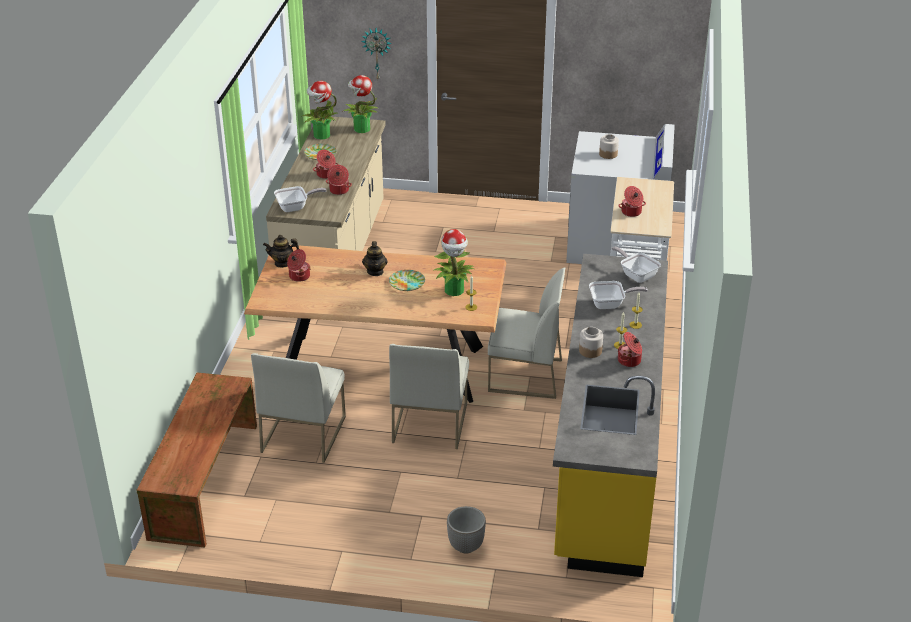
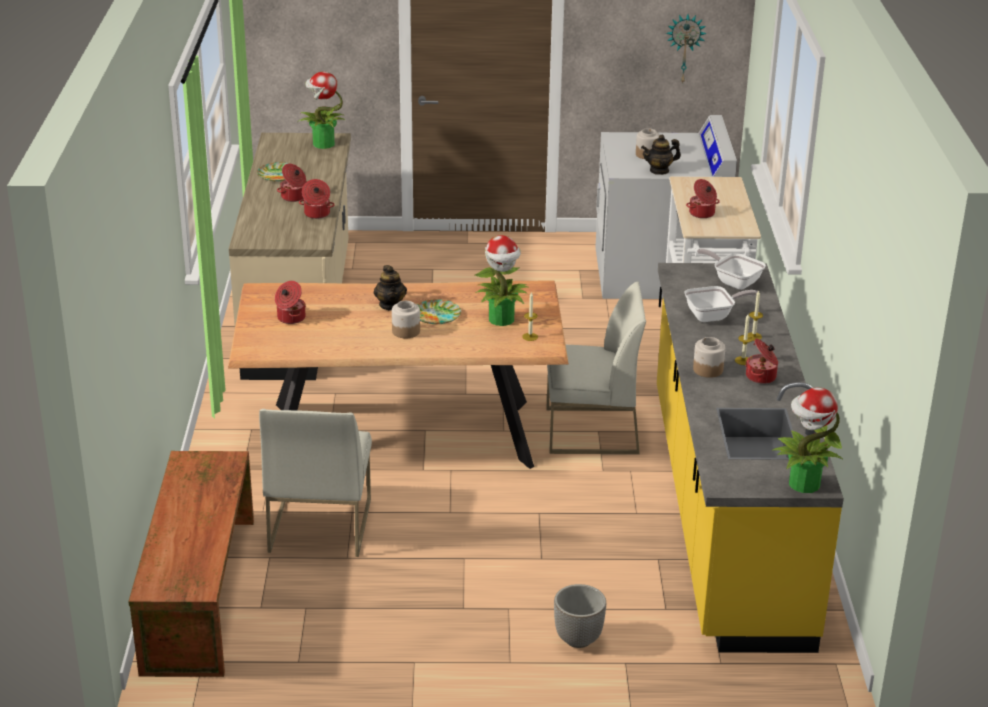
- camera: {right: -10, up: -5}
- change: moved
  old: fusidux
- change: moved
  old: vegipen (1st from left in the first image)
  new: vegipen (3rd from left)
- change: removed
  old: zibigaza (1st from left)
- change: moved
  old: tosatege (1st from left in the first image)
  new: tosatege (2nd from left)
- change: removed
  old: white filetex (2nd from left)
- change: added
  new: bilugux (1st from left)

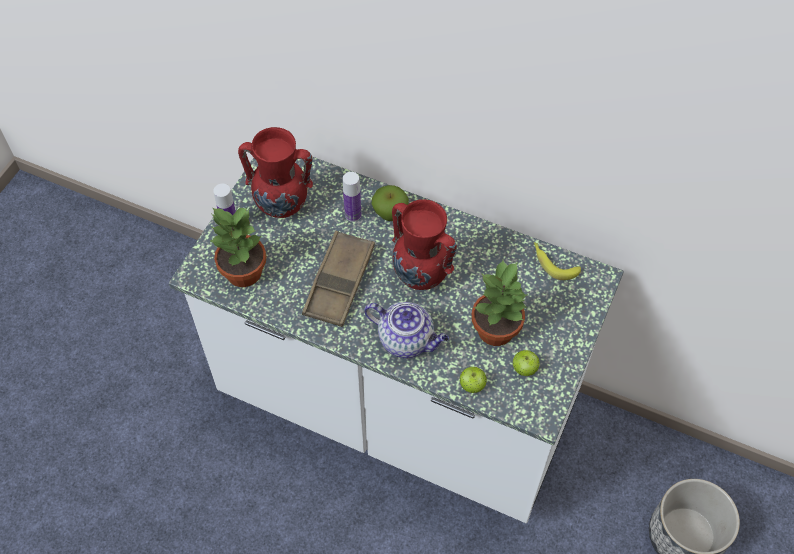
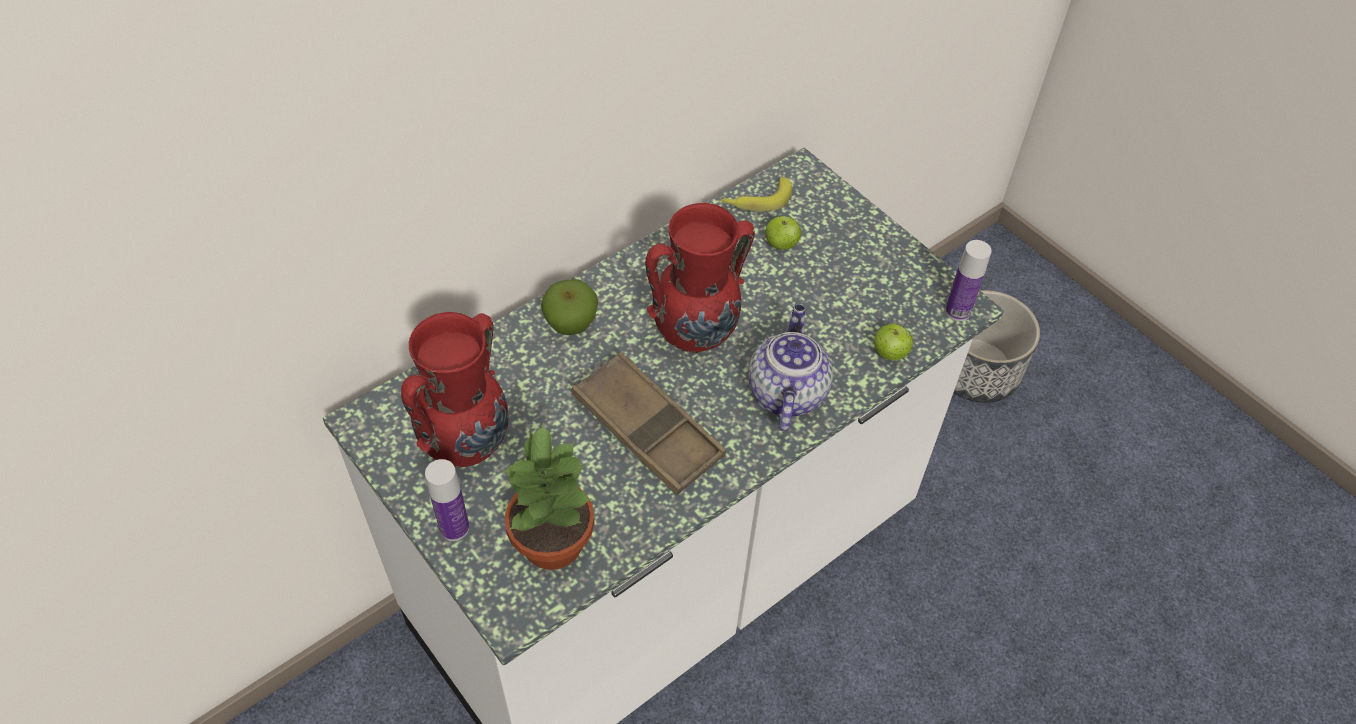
- camera: {right: -65, up: -5}
- change: moved
  old: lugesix (2nd from left)
- change: removed
  old: vegipen (2nd from left)
- change: turned
  old: tosatege
  degrees: -45
- change: moved
  old: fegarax (3rd from left in the first image)
  new: fegarax (2nd from left)

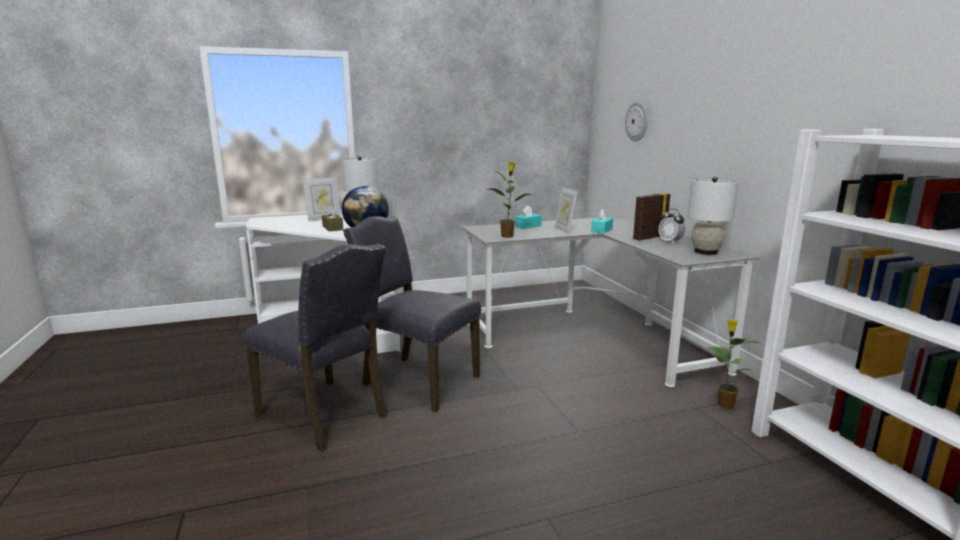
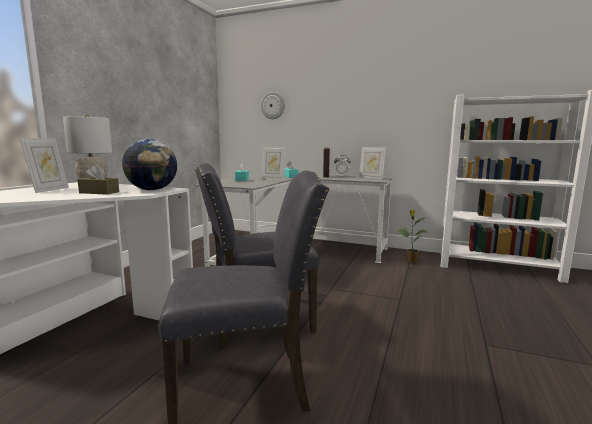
- camera: {right: -50, up: -5}
- change: removed
  old: vegipen (1st from left)
- change: replaced
  old: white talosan (2nd from left)
  new: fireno (4th from left)

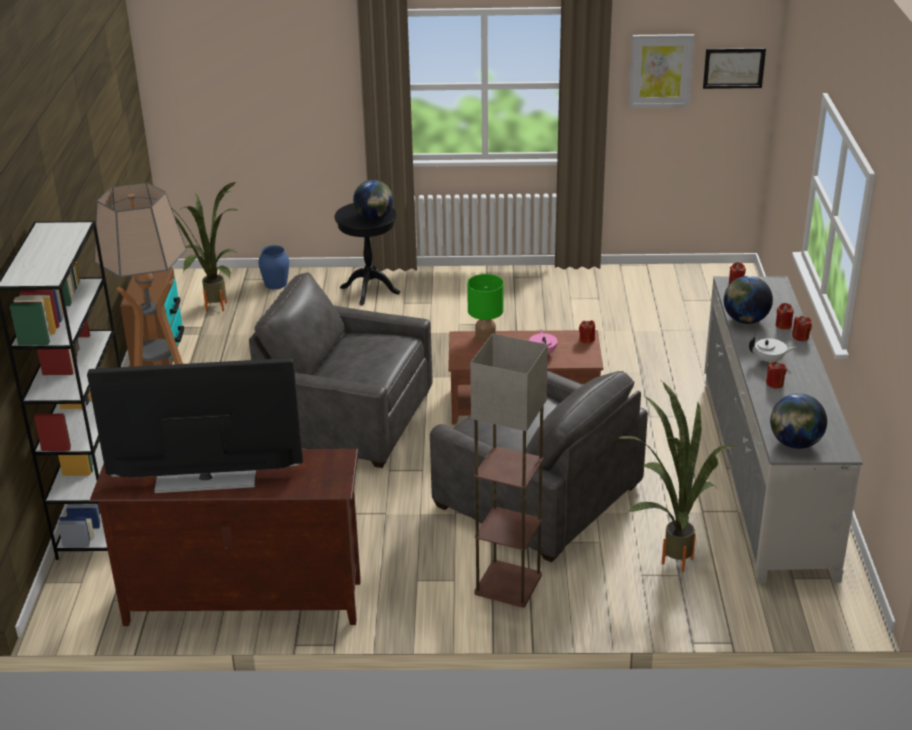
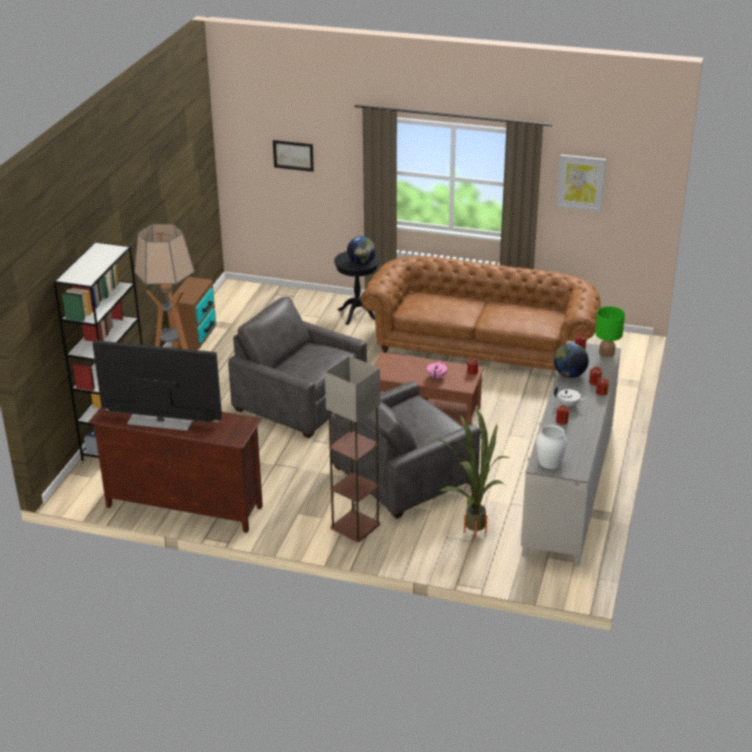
- camera: {right: 15, up: 0}
- change: moved
  old: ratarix (2nd from left in the first image)
  new: ratarix (1st from left)
- change: removed
  old: vegipen (1st from left)
- change: removed
  old: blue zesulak
- change: moved
  old: green talosan
- change: turned
  old: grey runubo (2nd from left)
  degrees: 90
- change: replaced
  old: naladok (3rd from left)
  new: white zesulak
- change: added
  new: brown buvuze

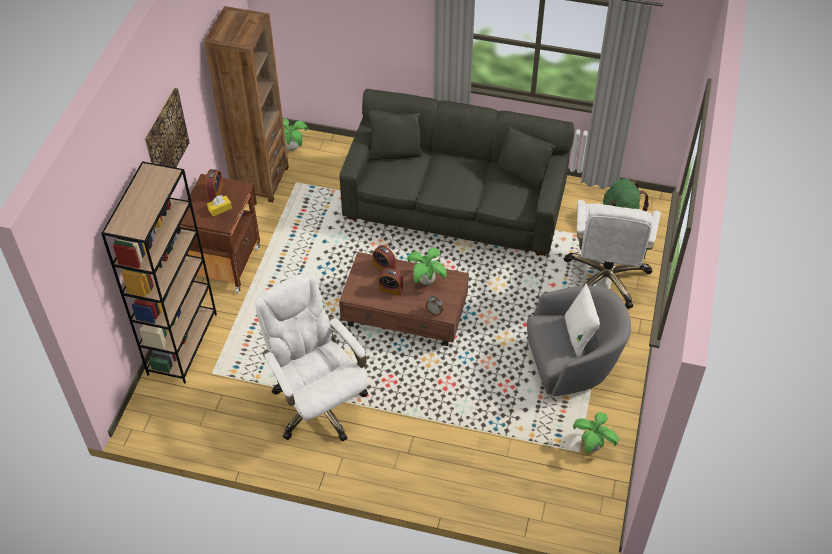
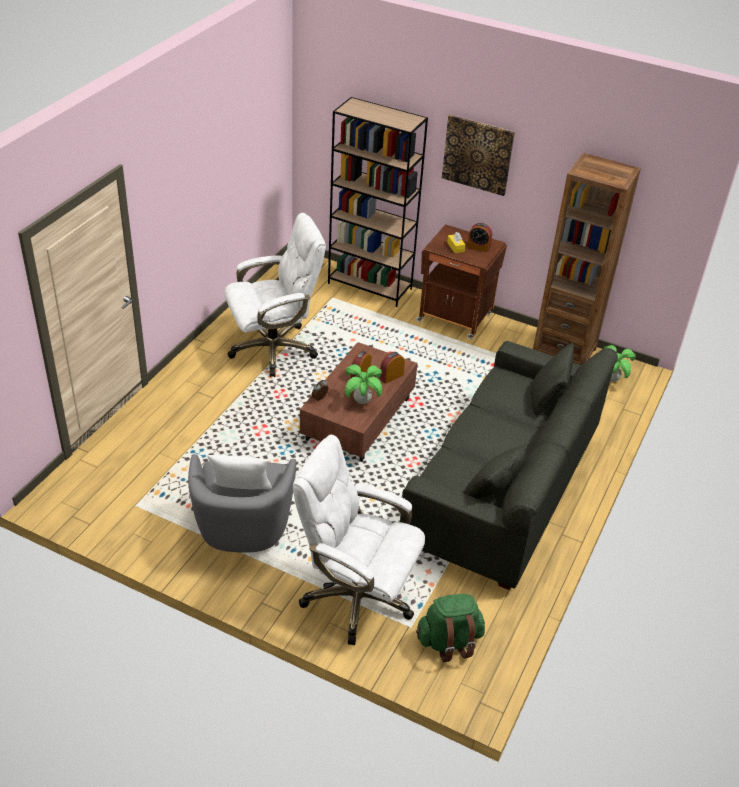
- camera: {right: 100, up: -10}
- change: removed
  old: vegipen (3rd from left)

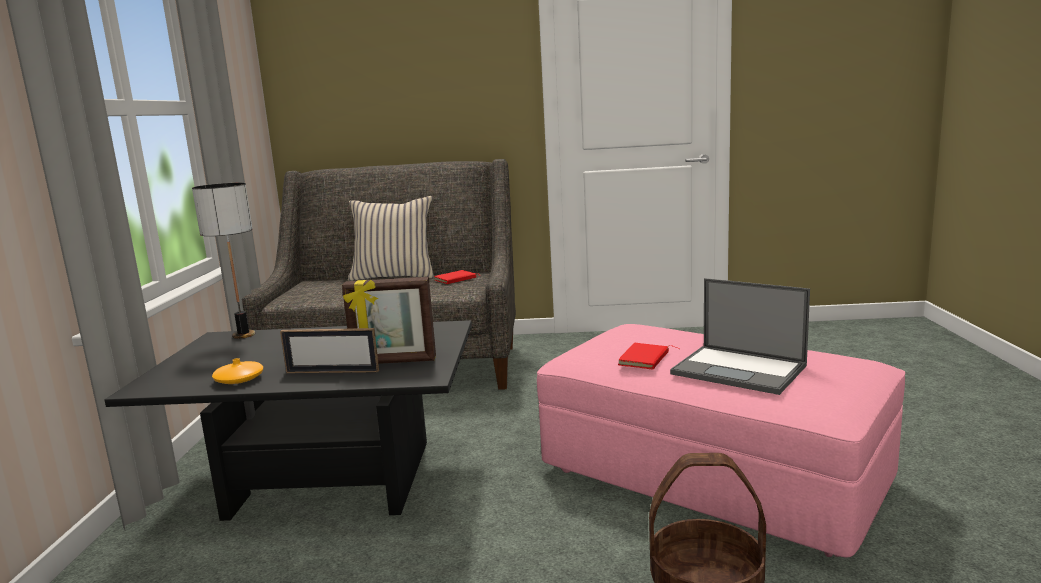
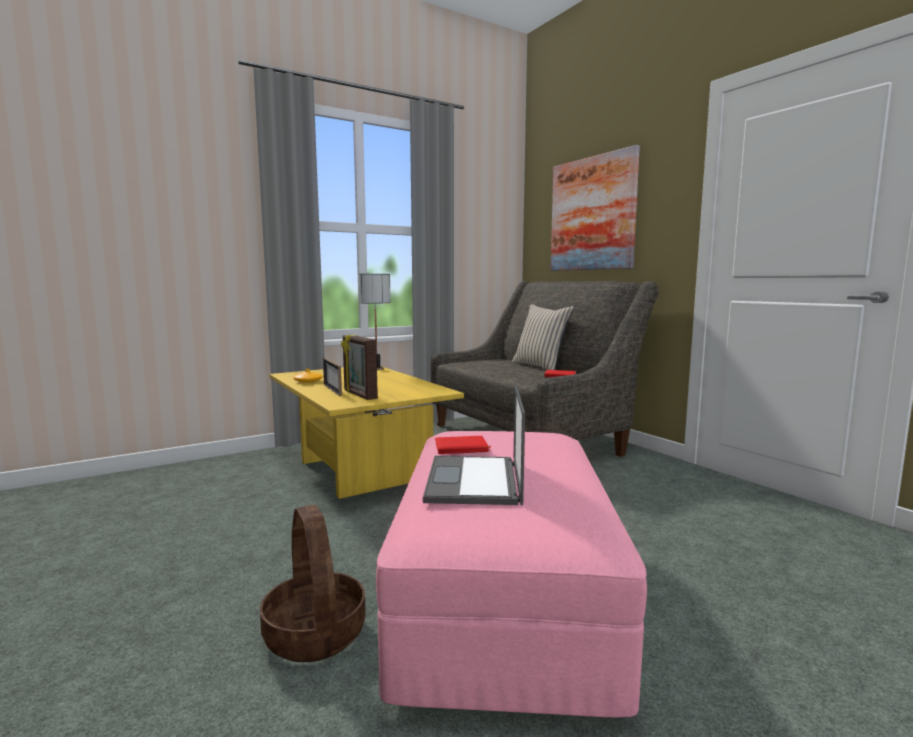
- camera: {right: 55, up: -5}
- change: recoloured
  old: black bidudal
  new: yellow bidudal
- change: added
  new: ratarix

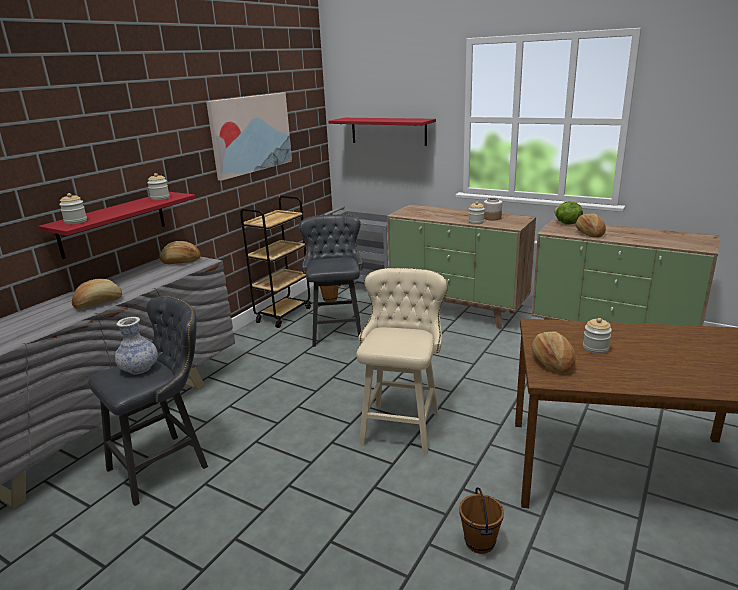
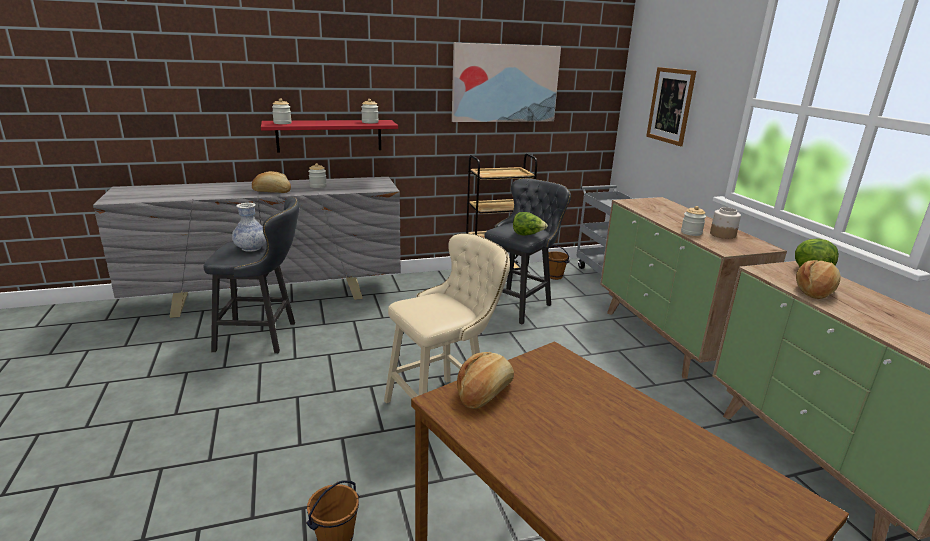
- camera: {right: 40, up: 0}
- change: replaced
  old: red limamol (2nd from left)
  new: ratarix (2nd from left)
- change: removed
  old: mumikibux (2nd from left)
- change: moved
  old: bilugux (5th from left in the first image)
  new: bilugux (2nd from left)
- change: added
  new: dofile (1st from left)

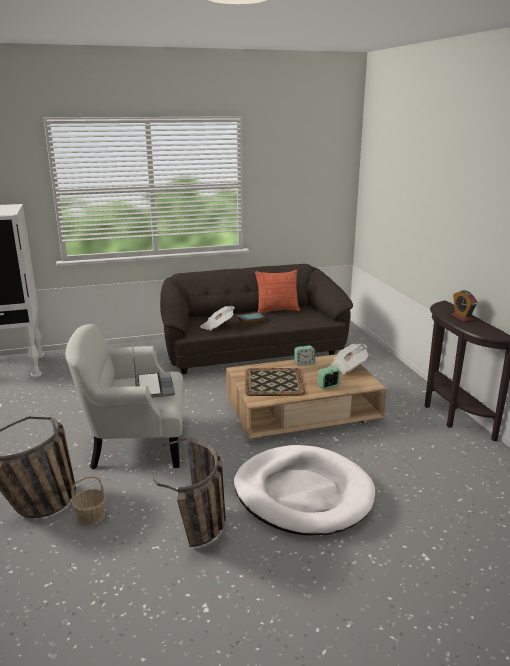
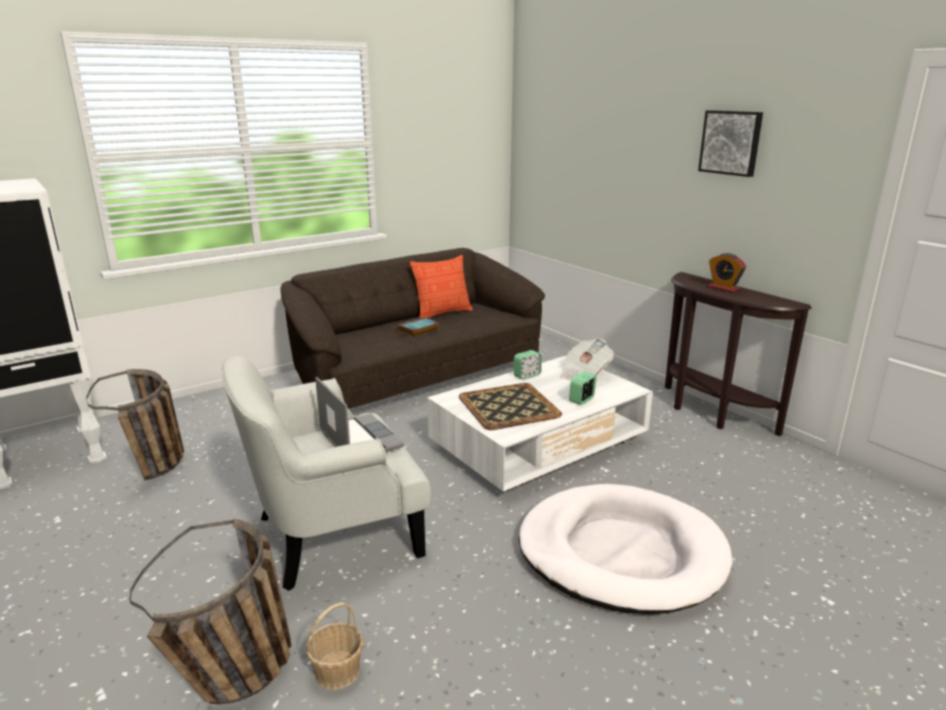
- camera: {right: -20, up: 0}
- change: removed
  old: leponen (1st from left)
- change: recoloured
  old: brown bidudal
  new: white bidudal
- change: moved
  old: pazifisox (3rd from left in the first image)
  new: pazifisox (1st from left)
- change: added
  new: ratarix

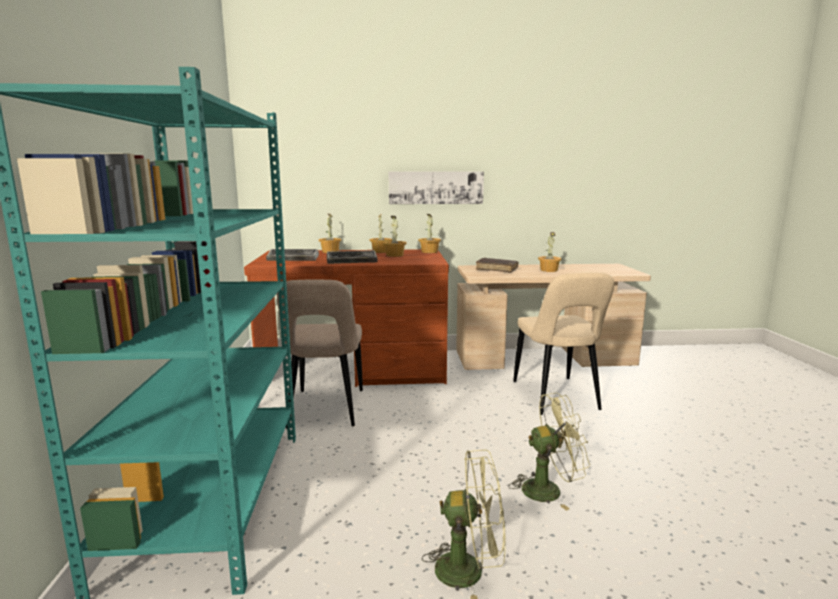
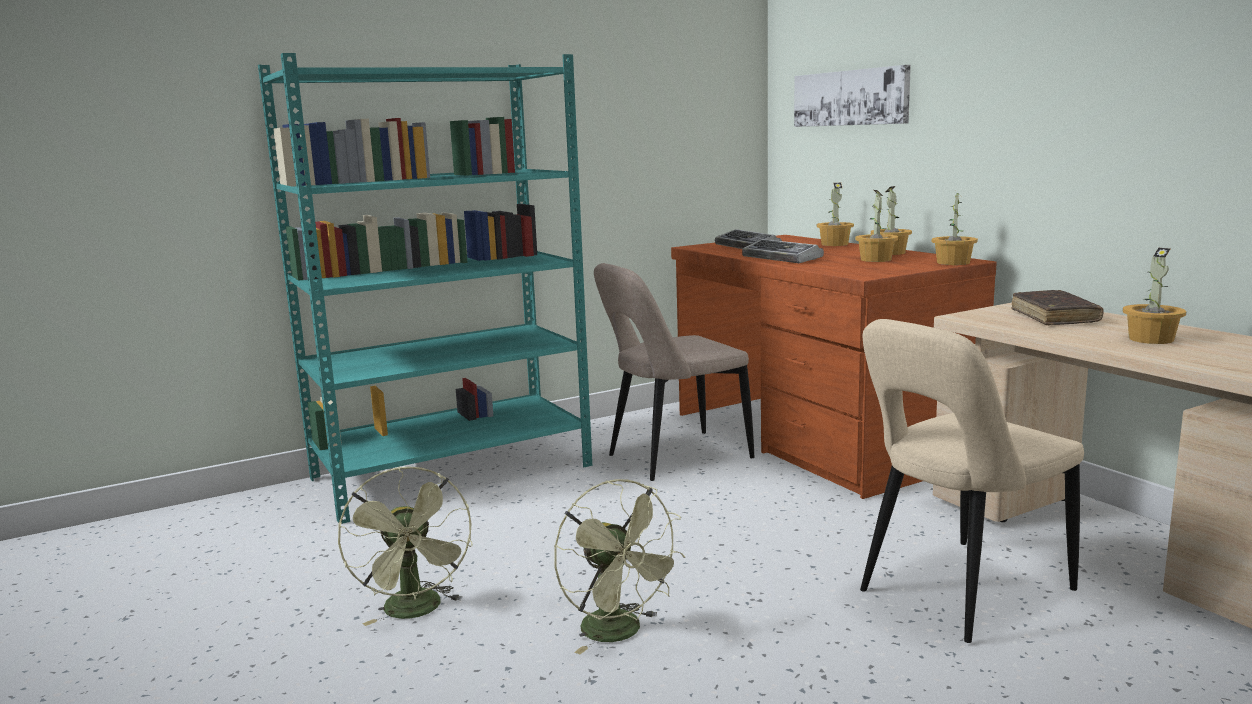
- camera: {right: 65, up: 0}
- change: moved
  old: ratarix

